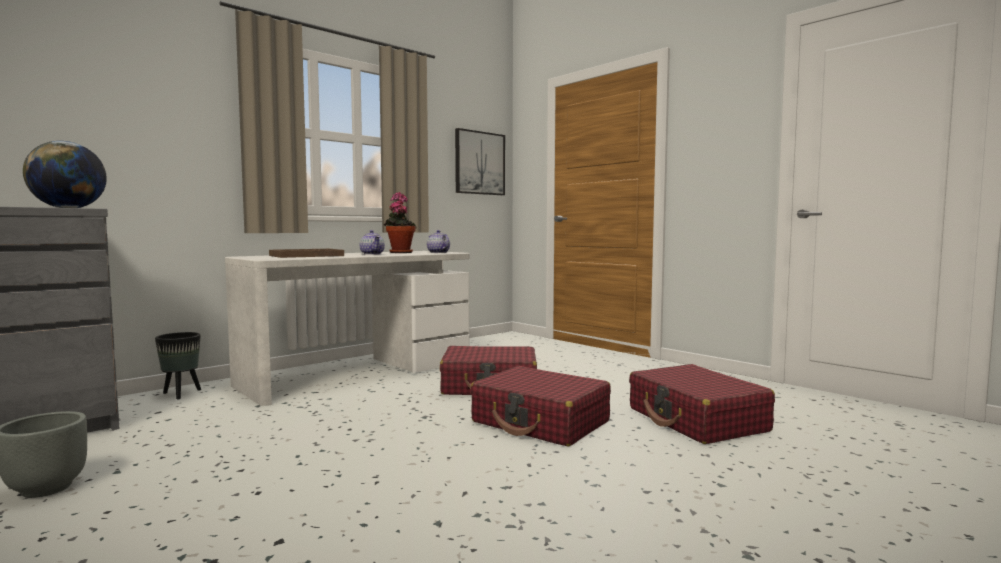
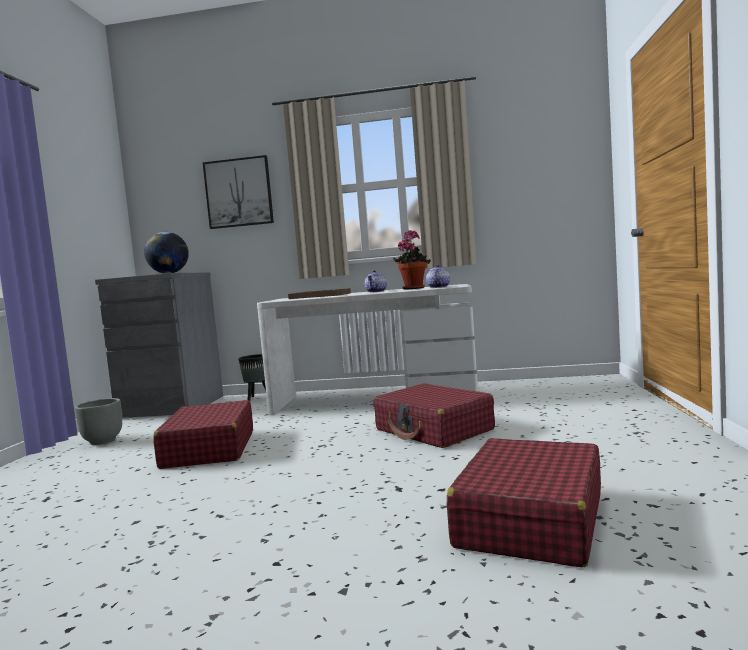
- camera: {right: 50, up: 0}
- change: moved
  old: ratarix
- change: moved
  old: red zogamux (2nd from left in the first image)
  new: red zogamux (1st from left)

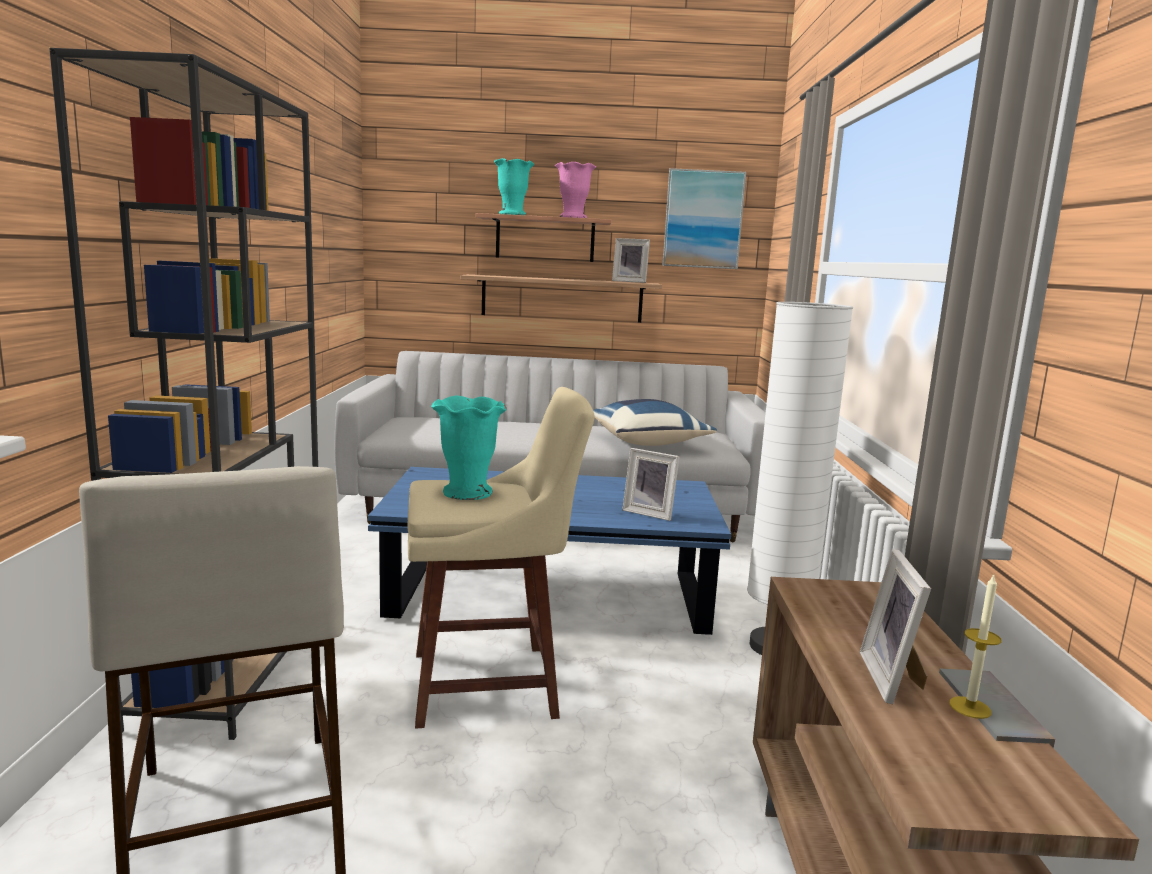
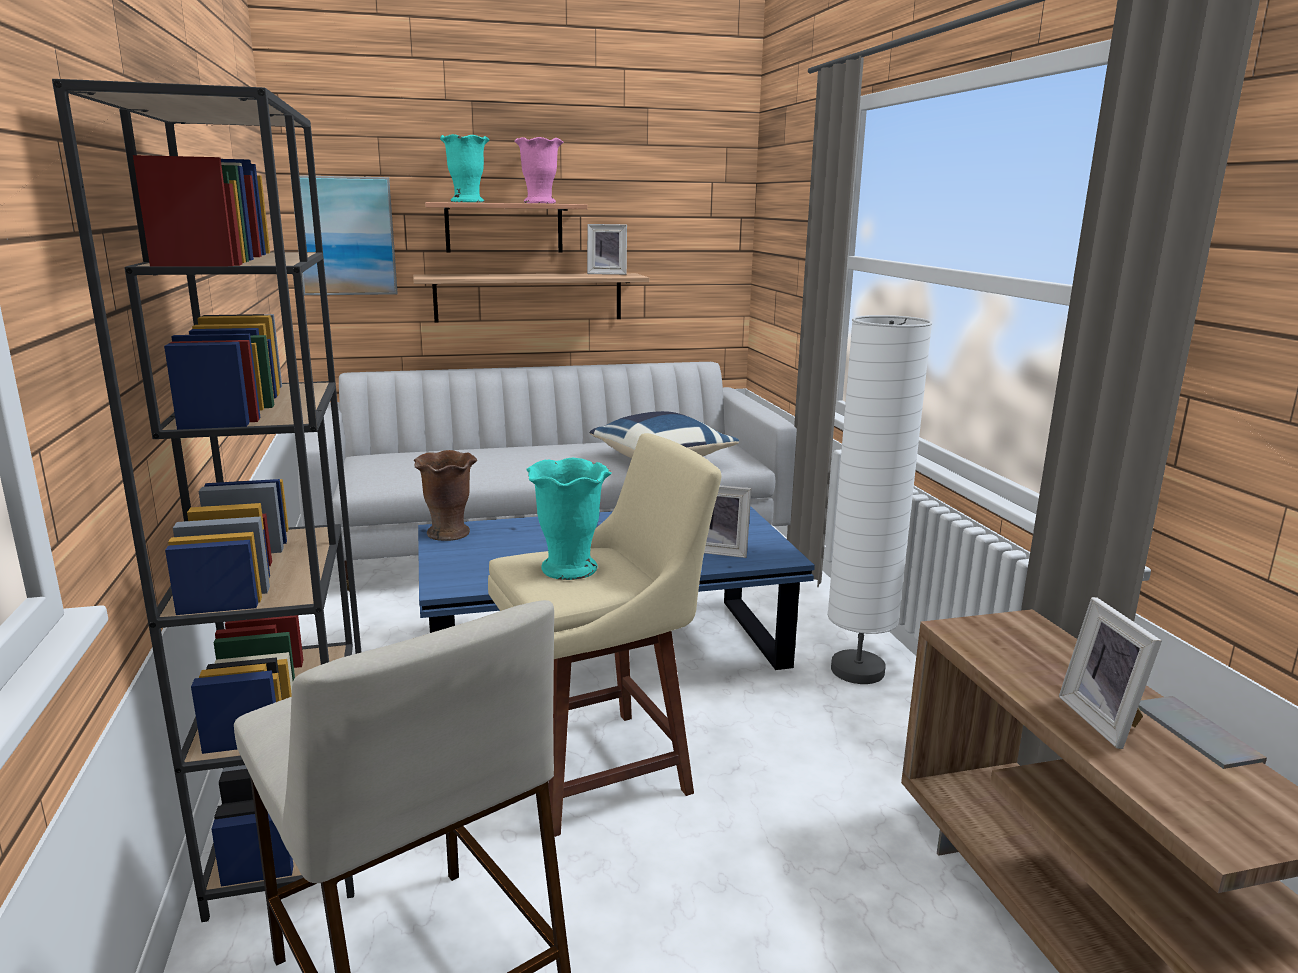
- camera: {right: -15, up: 5}
- change: moved
  old: ratarix
- change: removed
  old: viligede
- change: added
  new: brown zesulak

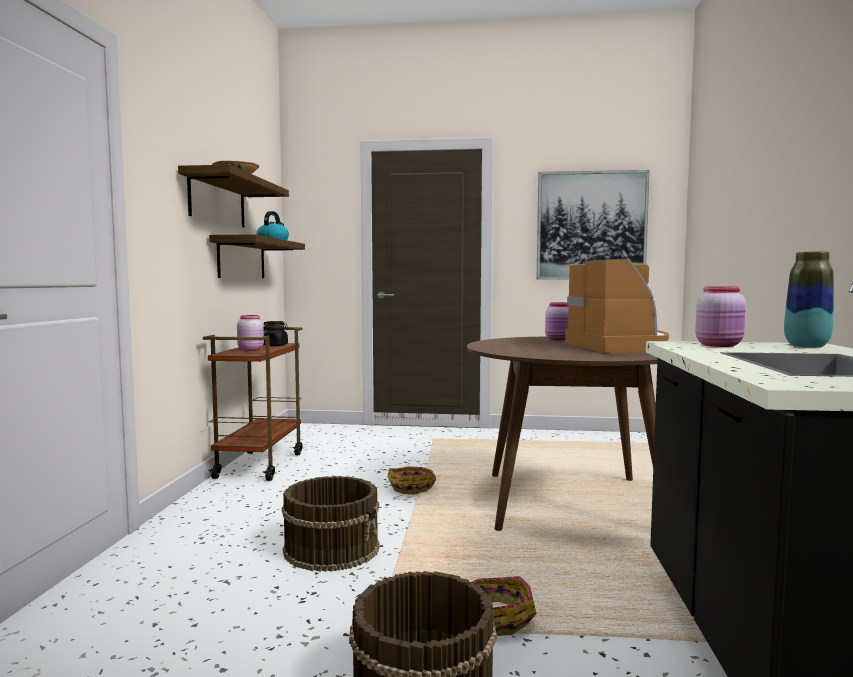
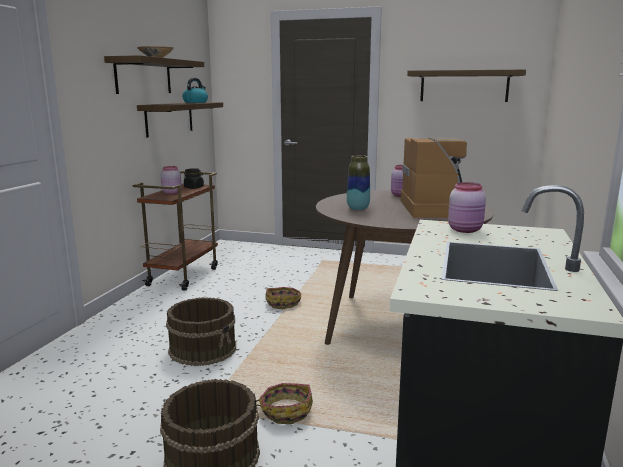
- camera: {right: 10, up: 10}
- change: replaced
  old: ratarix
  new: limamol (3rd from left)
- change: moved
  old: zesulak

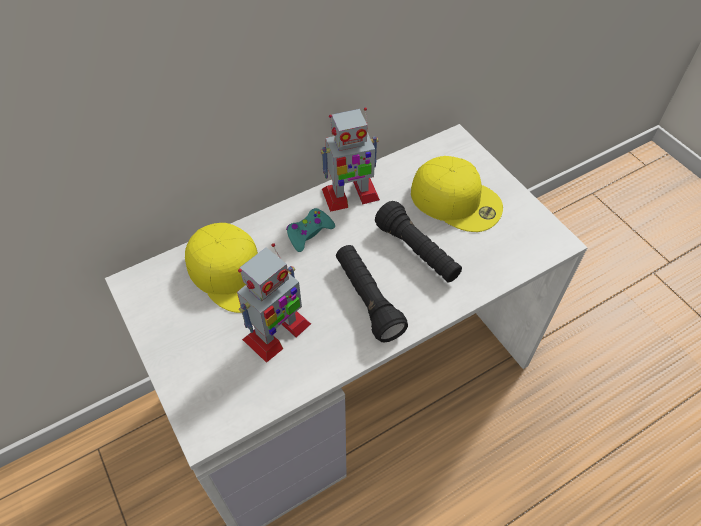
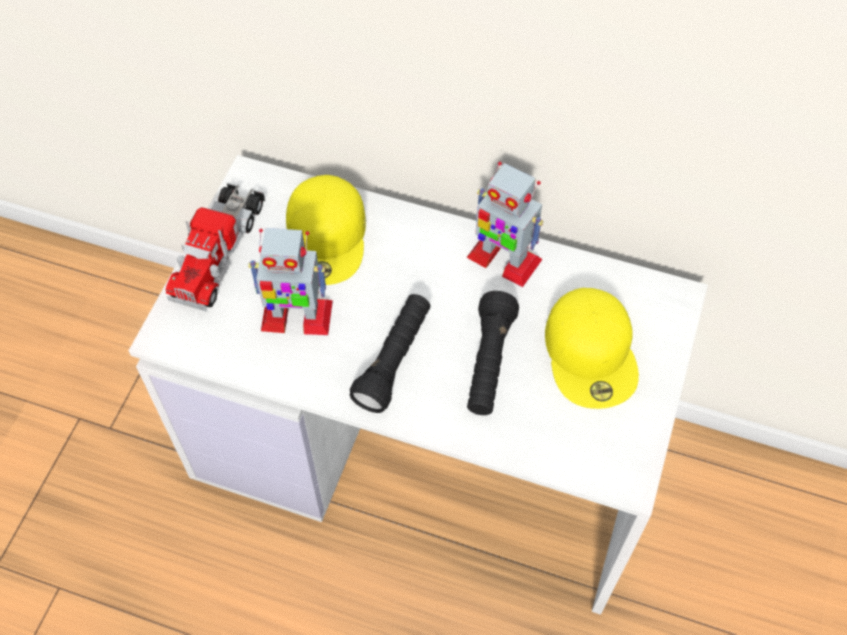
- camera: {right: 50, up: 5}
- change: removed
  old: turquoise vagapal
- change: added
  new: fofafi

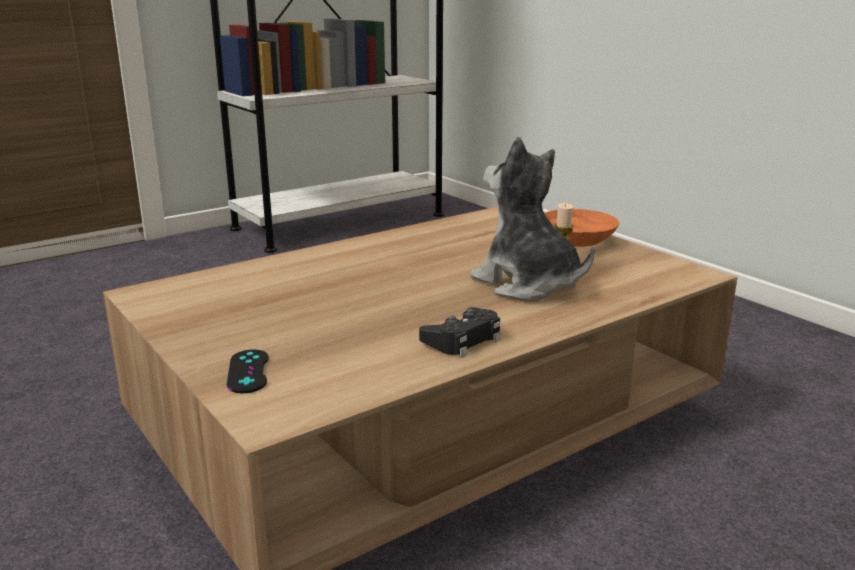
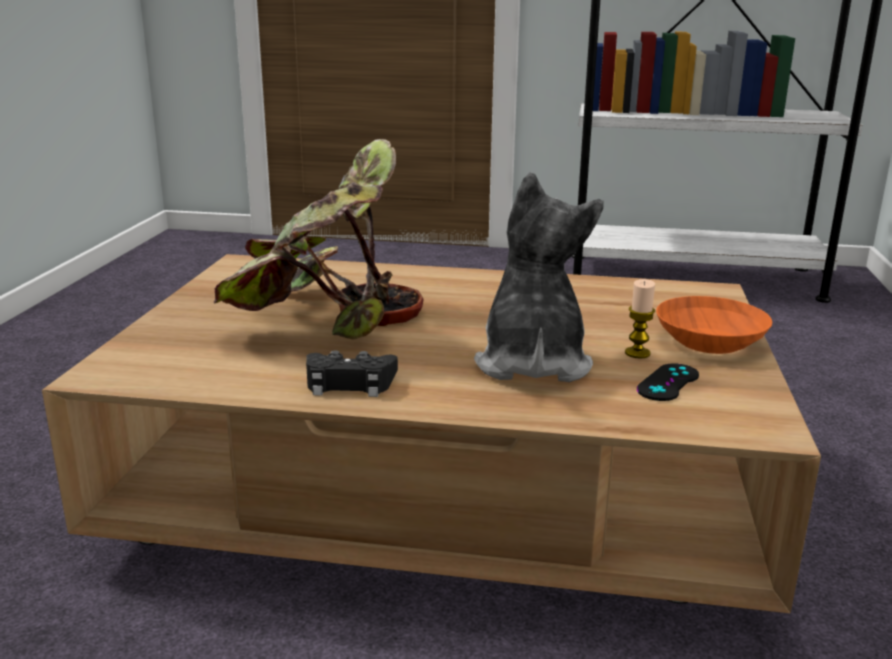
- camera: {right: 45, up: 0}
- change: moved
  old: black vagapal (1st from left in the first image)
  new: black vagapal (2nd from left)
- change: added
  new: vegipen

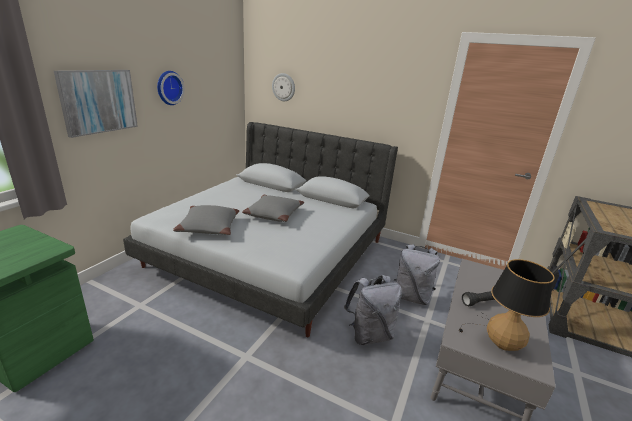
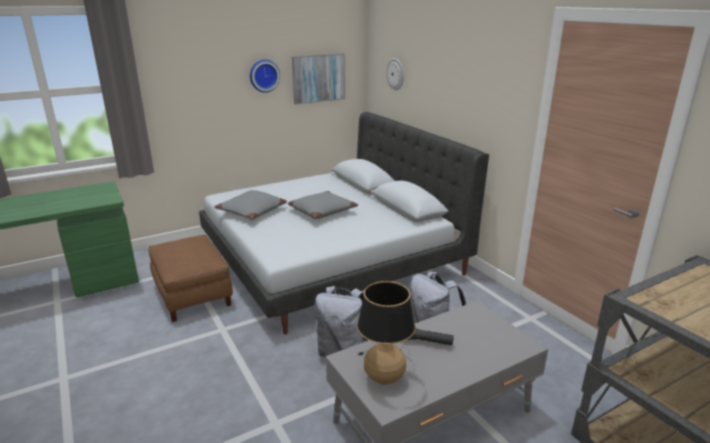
- camera: {right: 35, up: 0}
- change: moved
  old: ratarix
- change: added
  new: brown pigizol

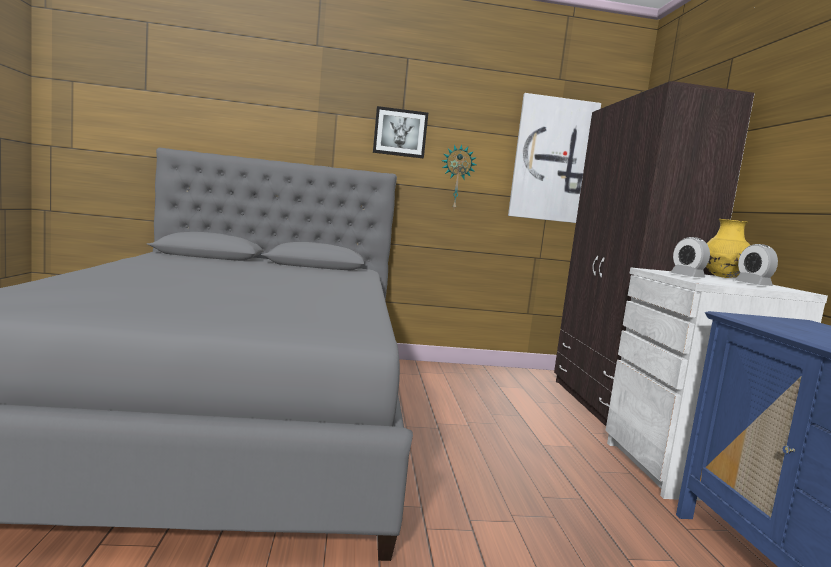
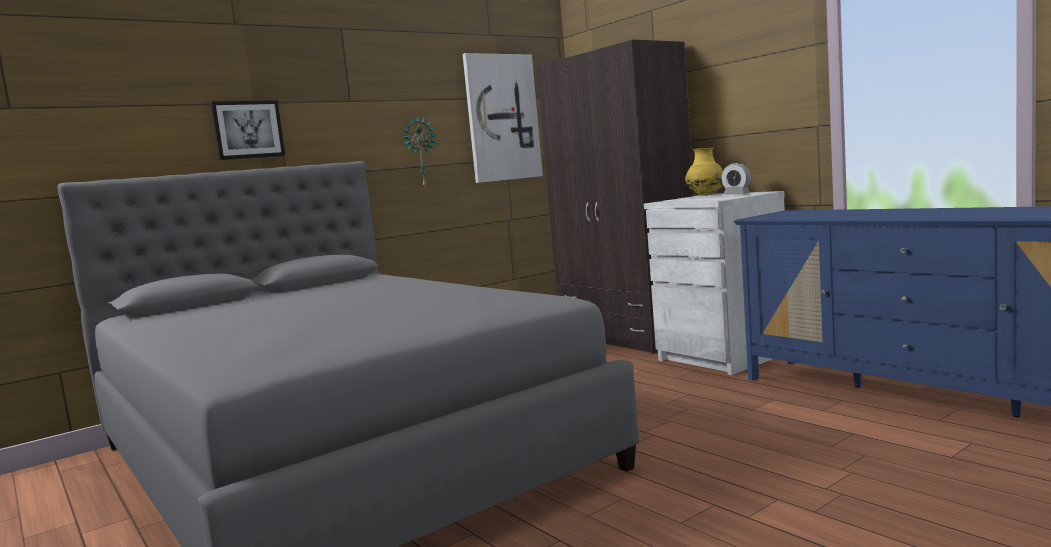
- camera: {right: -30, up: 0}
- change: moved
  old: ratarix (1st from left)
- change: removed
  old: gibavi (1st from left)

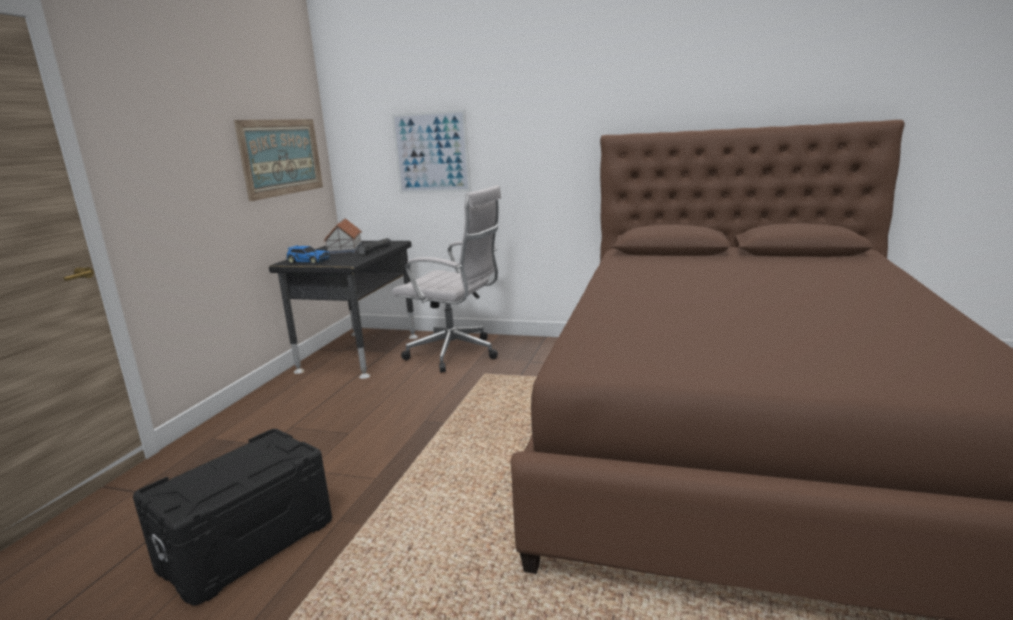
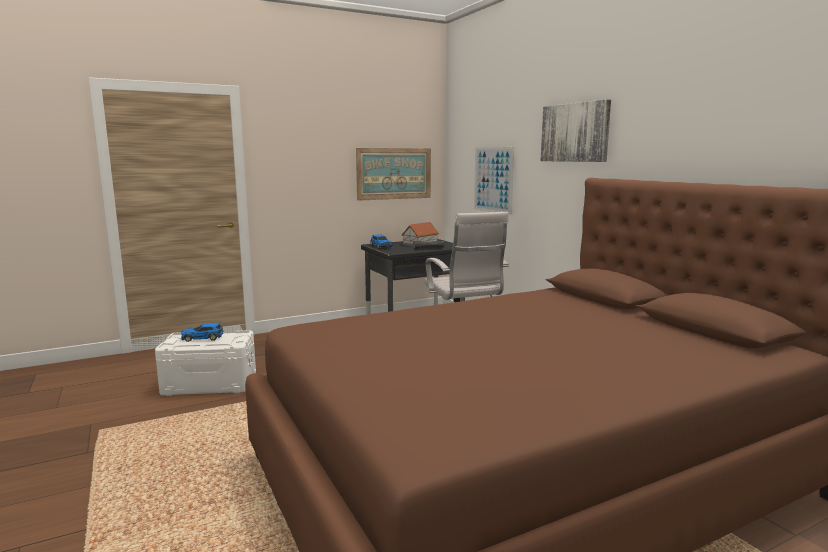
- camera: {right: 45, up: -5}
- change: recoloured
  old: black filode
  new: white filode
- change: added
  new: ratarix (3rd from left)
- change: added
  new: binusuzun (1st from left)

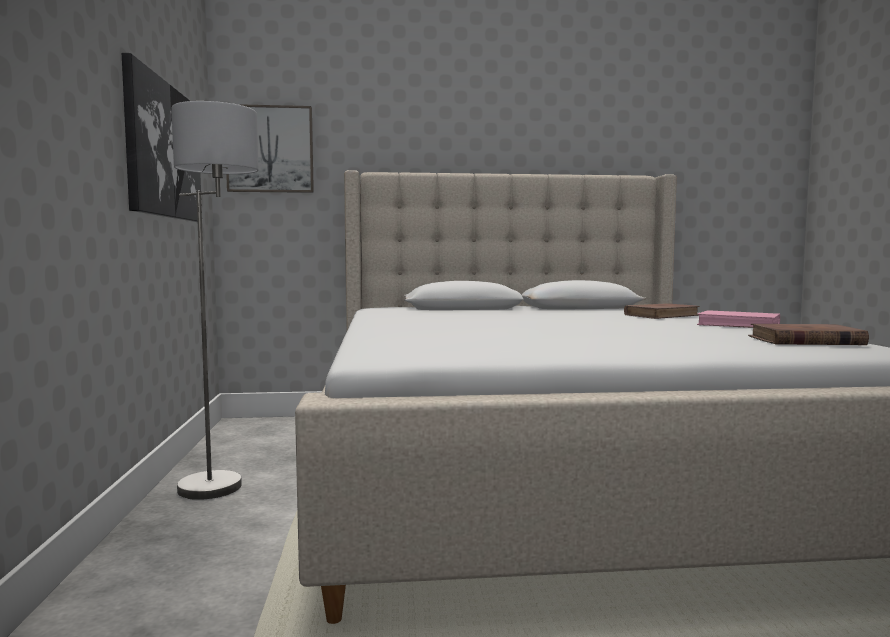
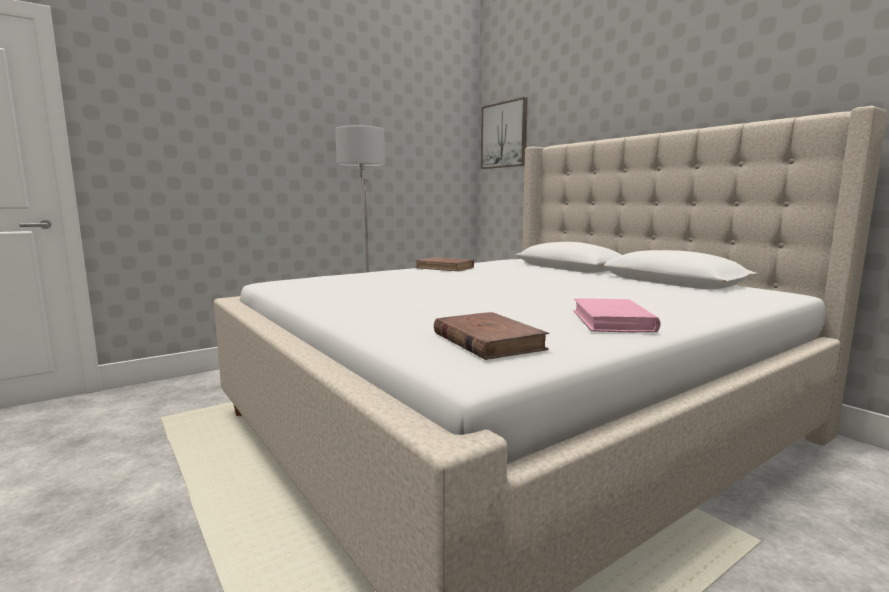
- camera: {right: 60, up: 5}
- change: removed
  old: ratarix (1st from left)
- change: moved
  old: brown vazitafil (1st from left)

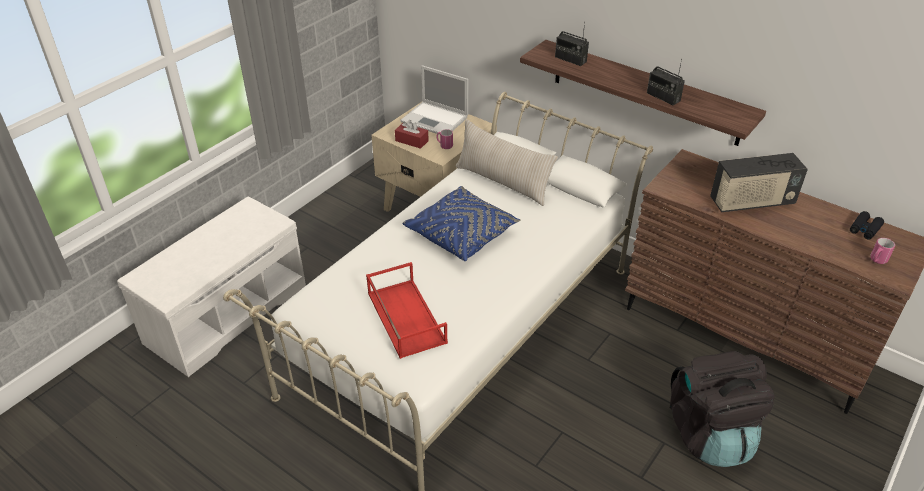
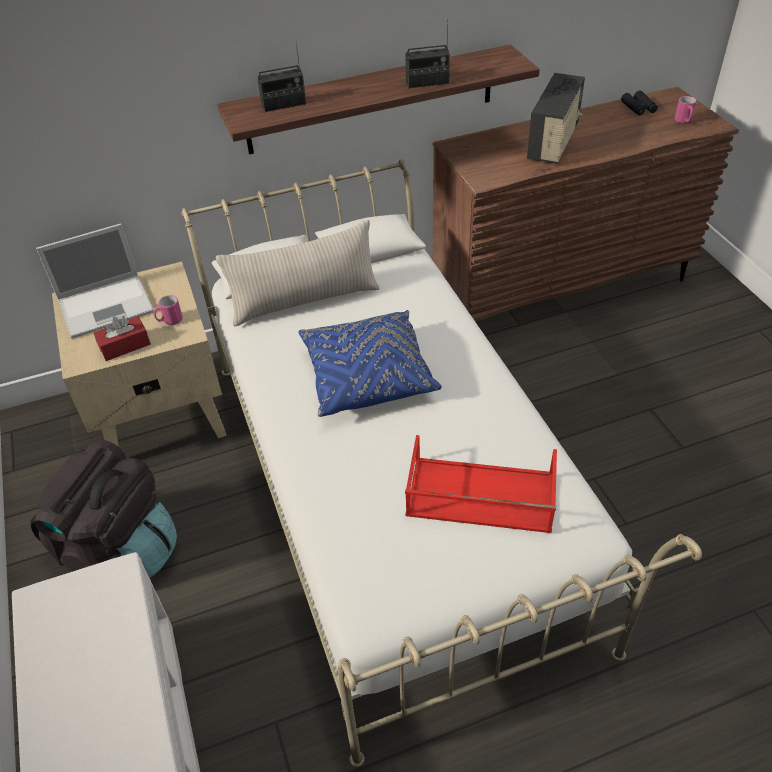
- camera: {right: -55, up: 5}
- change: moved
  old: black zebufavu

